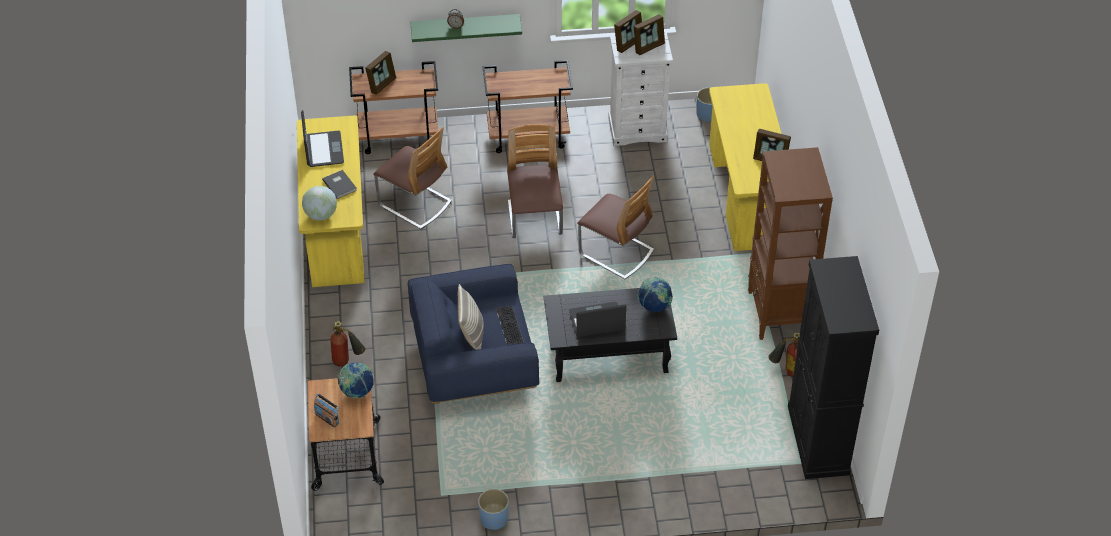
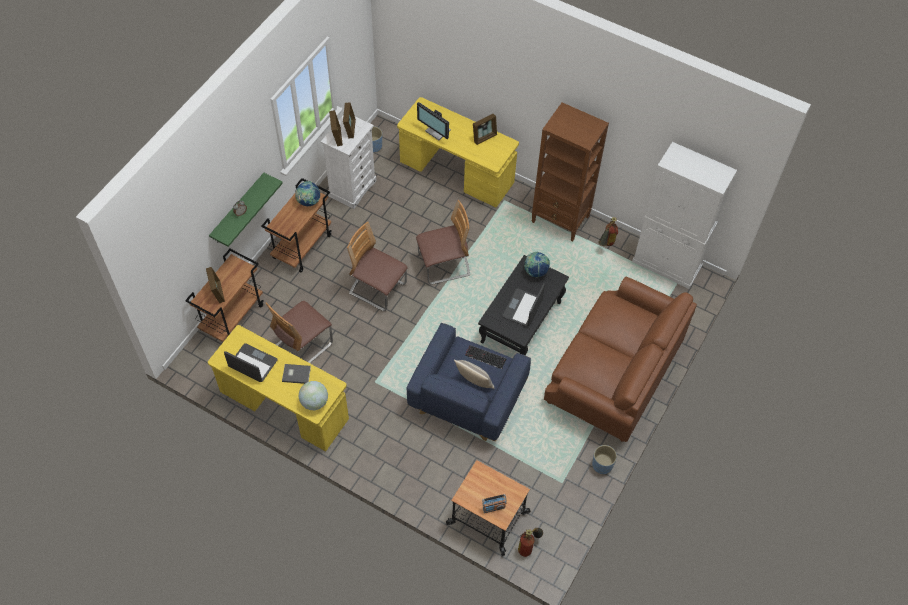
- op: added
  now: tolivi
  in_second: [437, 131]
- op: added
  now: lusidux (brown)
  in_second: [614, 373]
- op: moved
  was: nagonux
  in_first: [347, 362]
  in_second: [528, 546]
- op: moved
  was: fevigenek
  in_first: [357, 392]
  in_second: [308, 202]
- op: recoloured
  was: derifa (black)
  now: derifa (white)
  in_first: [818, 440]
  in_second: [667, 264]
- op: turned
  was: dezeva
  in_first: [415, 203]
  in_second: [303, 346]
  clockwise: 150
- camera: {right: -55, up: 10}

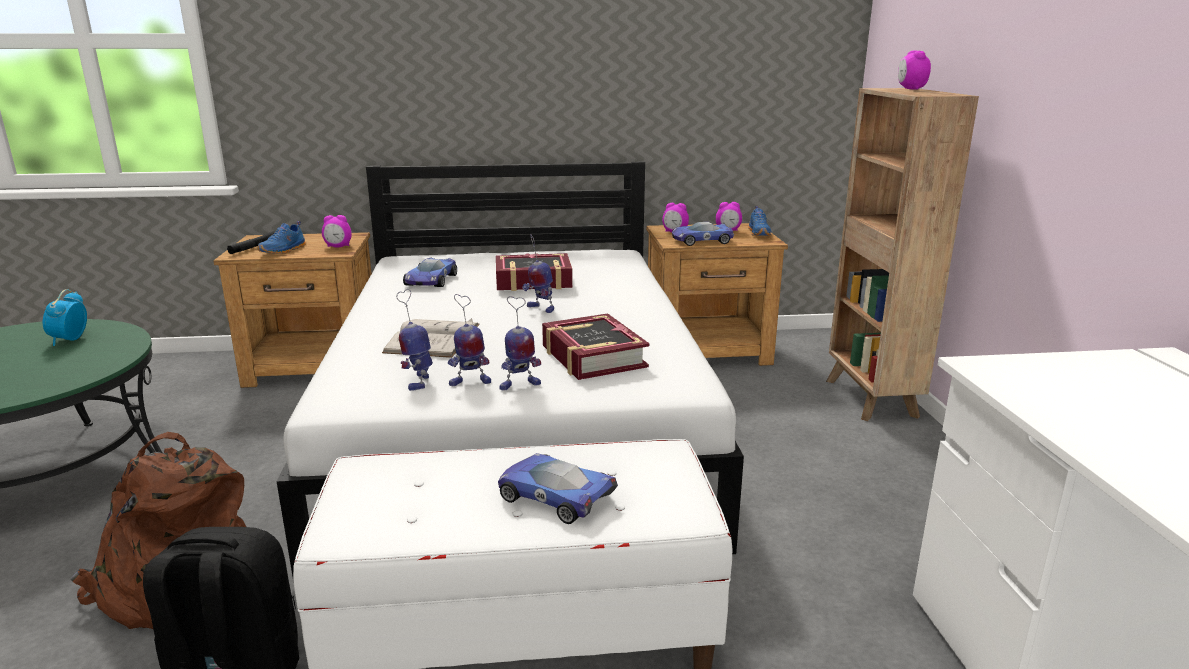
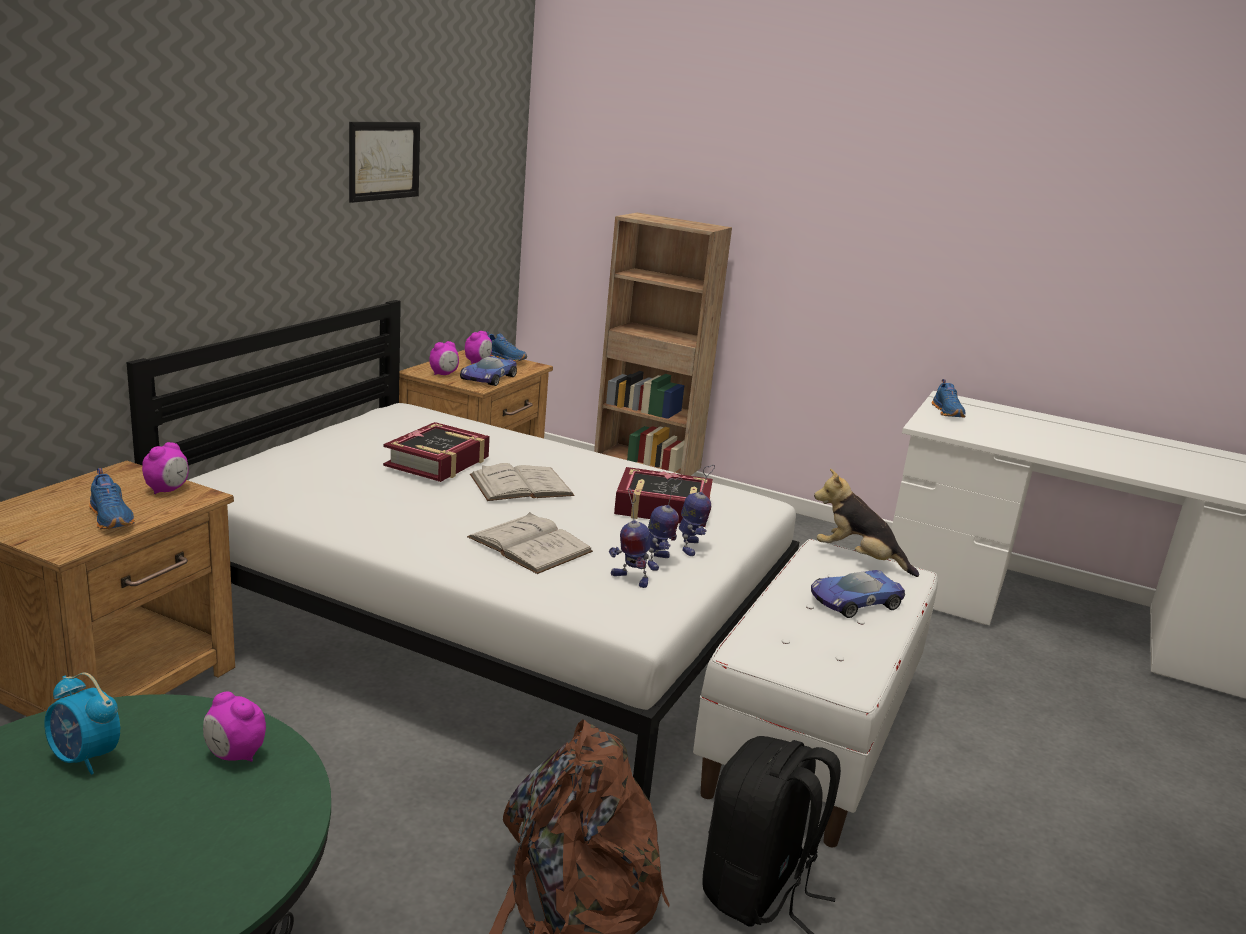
- op: removed
  was: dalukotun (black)
  in_first: [254, 248]
- op: removed
  was: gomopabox
  in_first: [430, 280]
- op: added
  now: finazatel
  in_second: [384, 160]
- op: added
  now: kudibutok
  in_second: [858, 559]
- op: added
  now: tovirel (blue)
  in_second: [948, 412]
- op: moved
  was: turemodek
  in_first: [910, 89]
  in_second: [234, 755]
- op: replaced
  was: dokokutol
  now: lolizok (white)
  in_first: [540, 308]
  in_second: [521, 485]
- camera: {right: -60, up: 0}

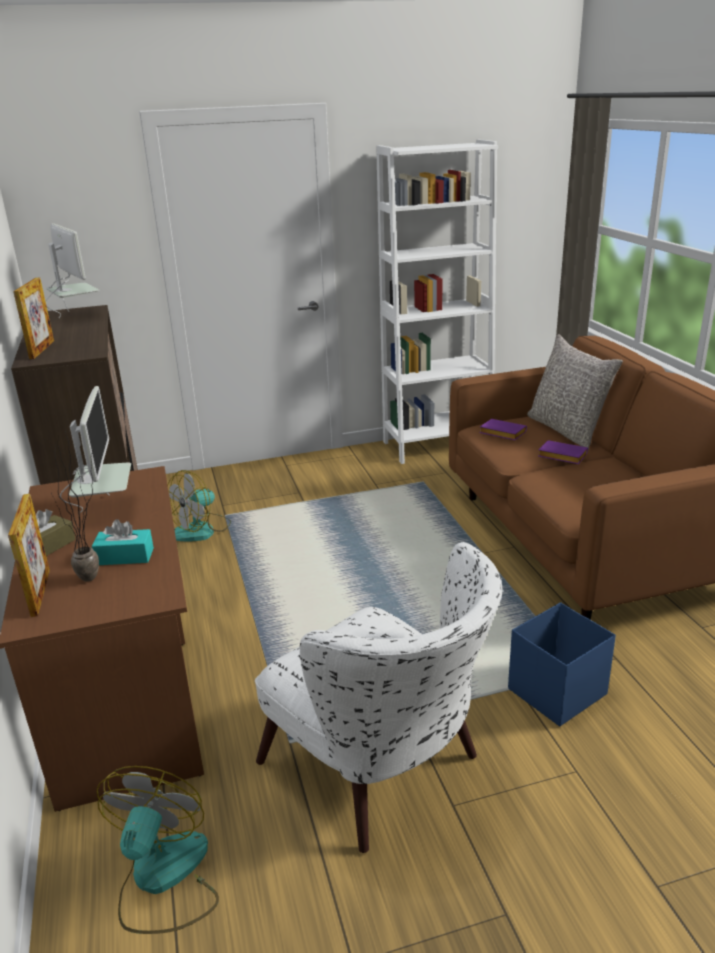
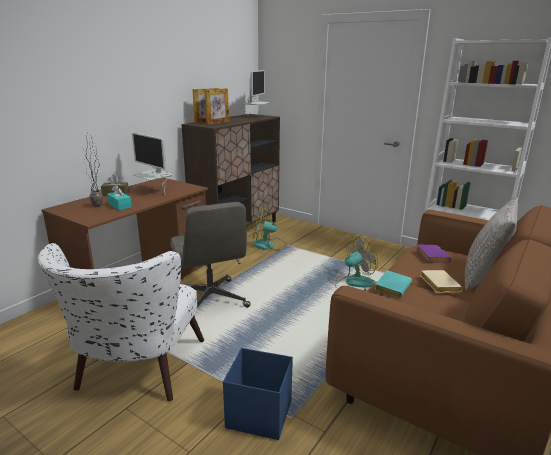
- op: added
  now: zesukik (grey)
  in_second: [211, 299]
- op: added
  now: lolizok (turquoise)
  in_second: [392, 286]
- op: moved
  was: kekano
  in_first: [40, 592]
  in_second: [217, 122]
- op: moved
  was: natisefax
  in_first: [163, 879]
  in_second: [354, 284]
- op: recoloured
  was: lolizok (purple)
  now: lolizok (beige)
  in_first: [560, 456]
  in_second: [438, 284]
- op: turned
  was: tolivi
  in_first: [105, 510]
  in_second: [155, 191]
  clockwise: 90
- camera: {right: 50, up: -5}

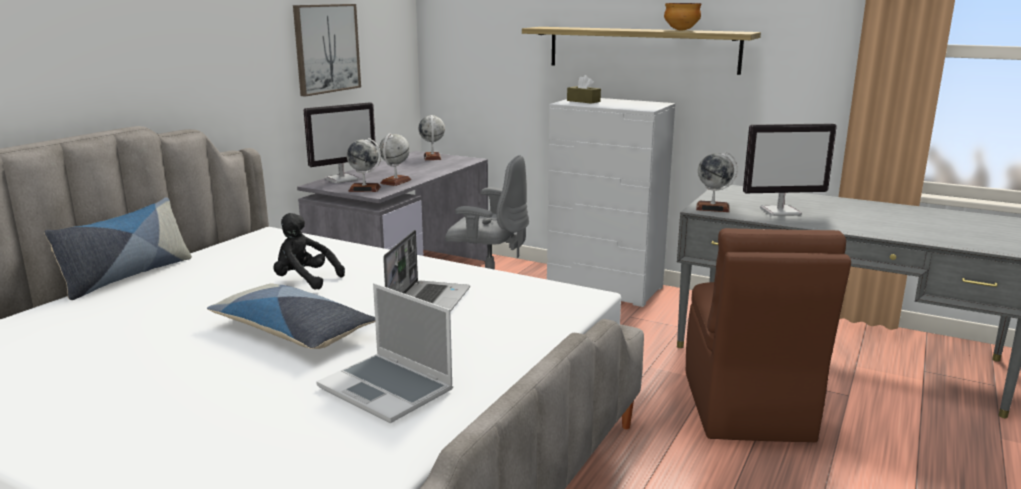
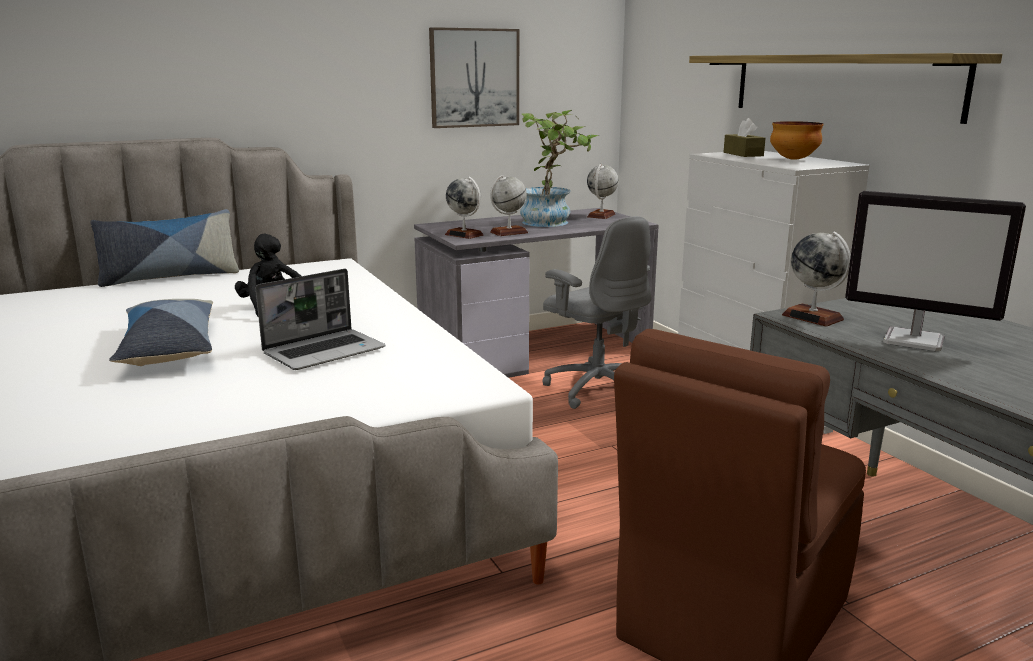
- op: removed
  was: tolivi
  in_first: [342, 179]
- op: removed
  was: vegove
  in_first: [388, 389]
- op: added
  now: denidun
  in_second: [552, 222]
- op: moved
  was: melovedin
  in_first: [681, 30]
  in_second: [793, 159]
- camera: {right: 35, up: 0}

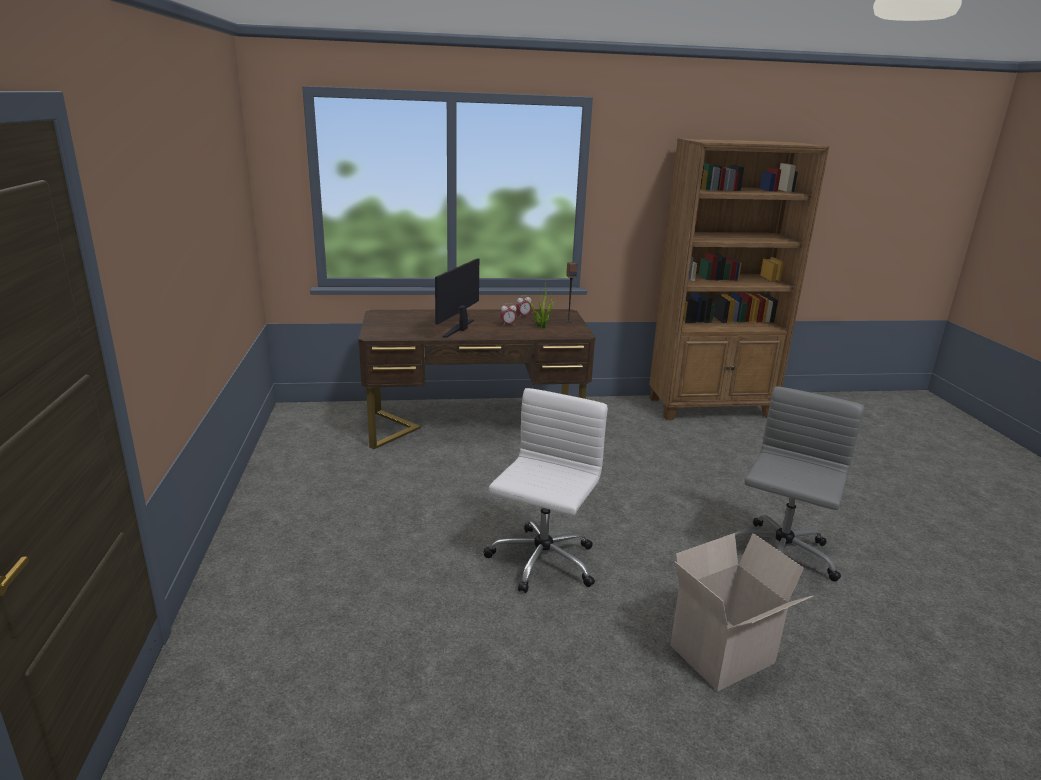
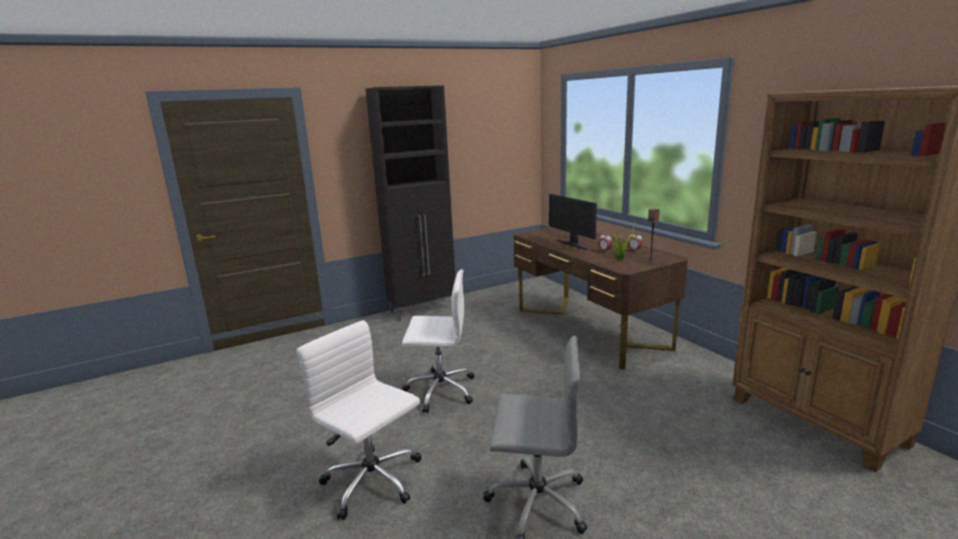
- op: added
  now: derifa (black)
  in_second: [423, 309]
- op: replaced
  was: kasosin
  now: zesukik (white)
  in_first: [723, 657]
  in_second: [373, 482]
- op: turned
  was: tolivi
  in_first: [460, 329]
  in_second: [572, 244]
  clockwise: -120
- camera: {right: 70, up: -5}

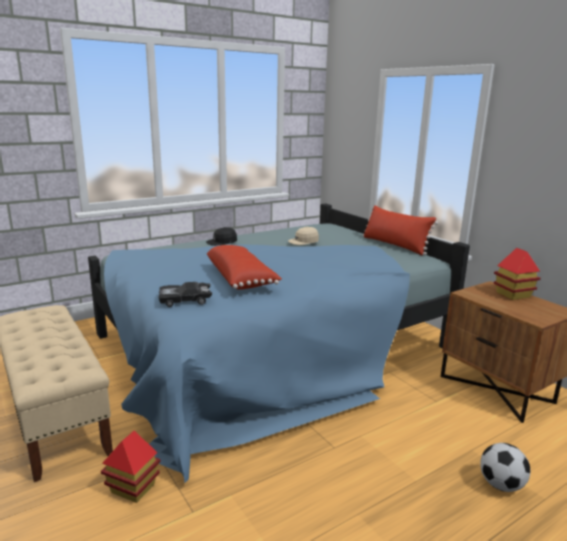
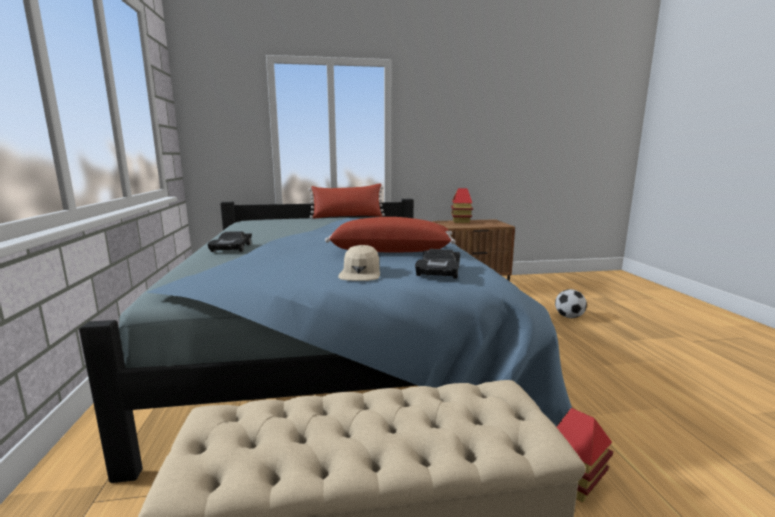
- op: moved
  was: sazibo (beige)
  in_first: [303, 241]
  in_second: [360, 273]
- op: replaced
  was: sazibo (black)
  now: gomopabox (black)
  in_first: [222, 242]
  in_second: [232, 248]
- camera: {right: -65, up: -5}

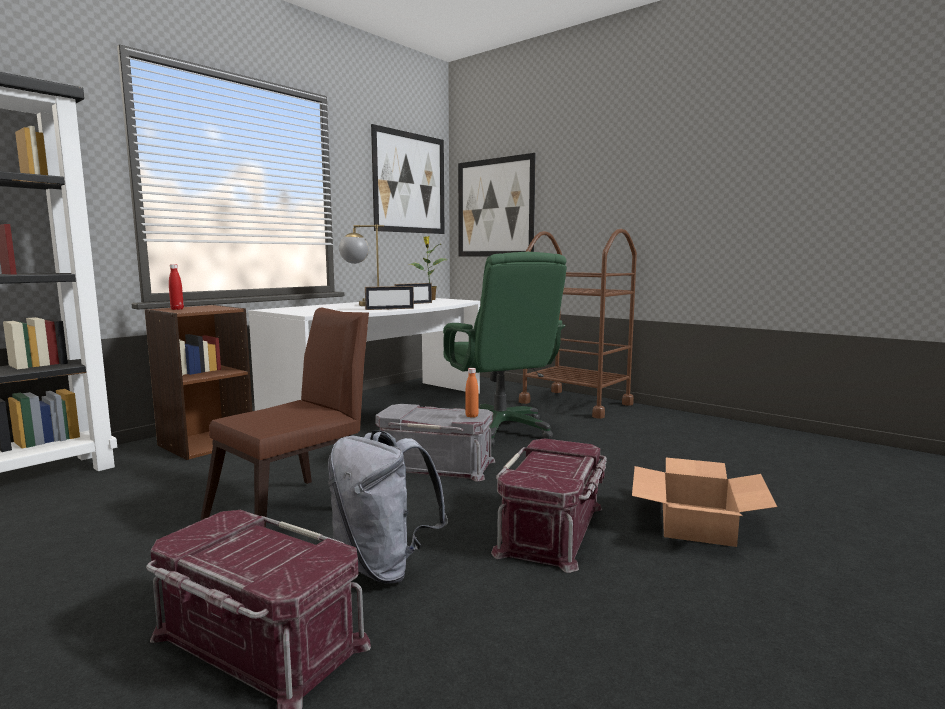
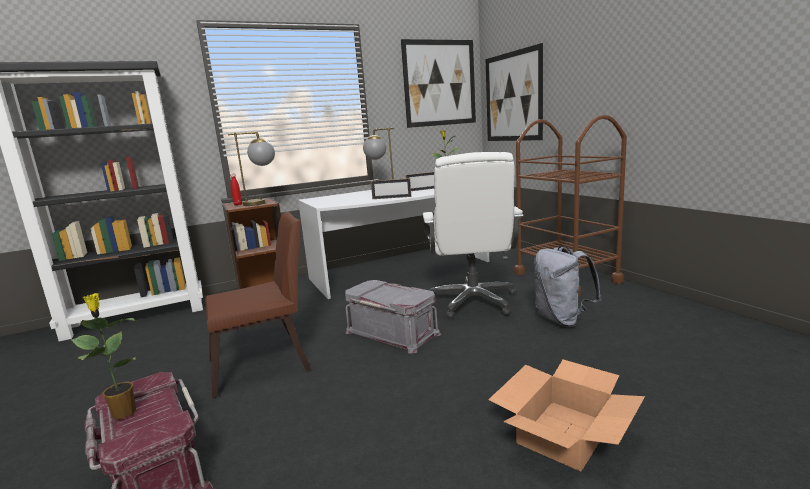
- op: removed
  was: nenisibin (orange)
  in_first: [471, 416]
- op: removed
  was: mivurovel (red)
  in_first: [553, 529]
- op: added
  now: denidun
  in_second: [123, 412]
- op: added
  now: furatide
  in_second: [262, 203]
- op: moved
  was: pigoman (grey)
  in_first: [383, 566]
  in_second: [562, 320]
- op: recoloured
  was: zesukik (green)
  now: zesukik (white)
  in_first: [500, 430]
  in_second: [473, 302]
- camera: {right: 25, up: 5}

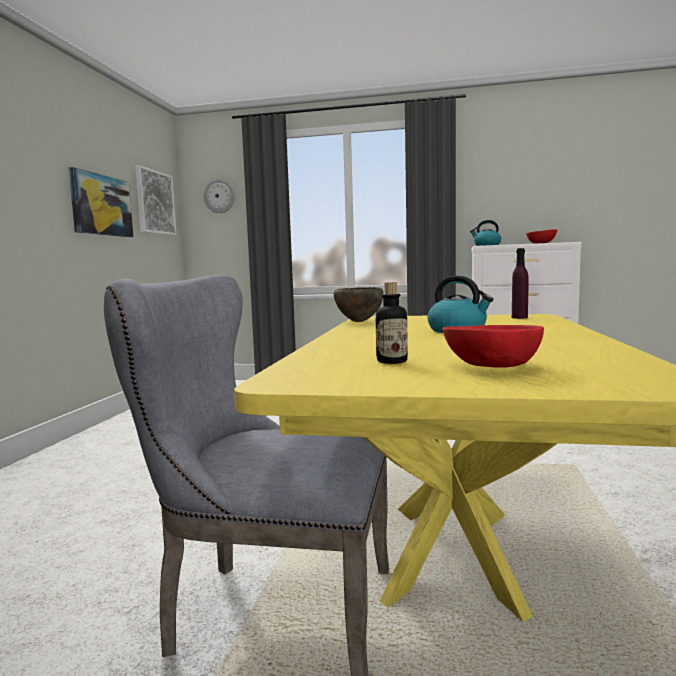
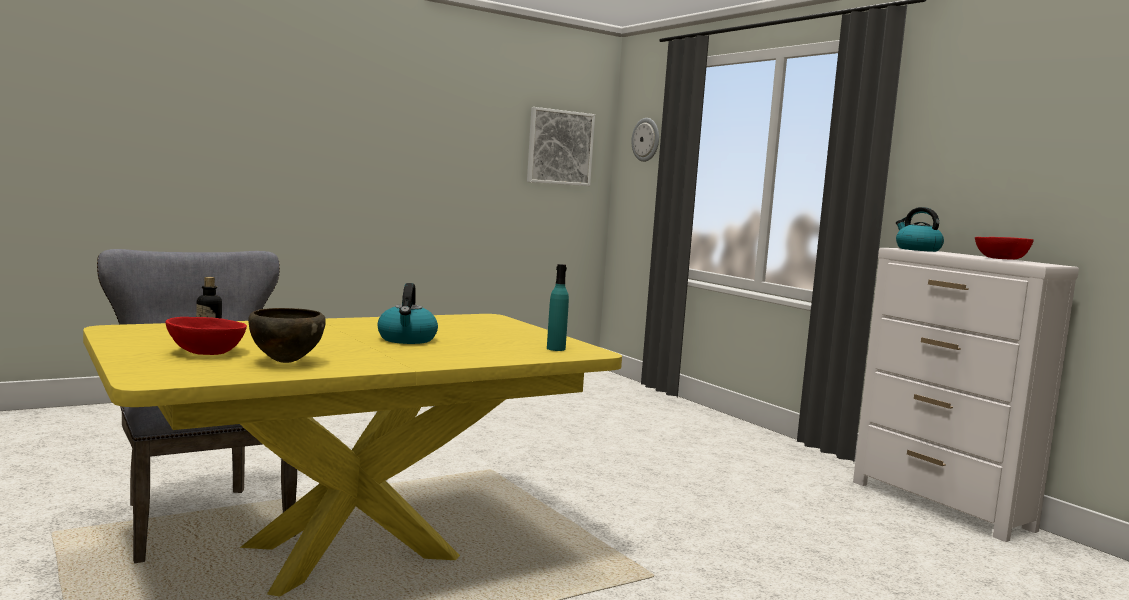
- op: removed
  was: finazatel
  in_first: [101, 205]
- op: moved
  was: melovedin (brown)
  in_first: [358, 322]
  in_second: [285, 362]
- op: recoloured
  was: nenisibin (purple)
  now: nenisibin (turquoise)
  in_first: [519, 317]
  in_second: [556, 349]
- camera: {right: 45, up: 0}

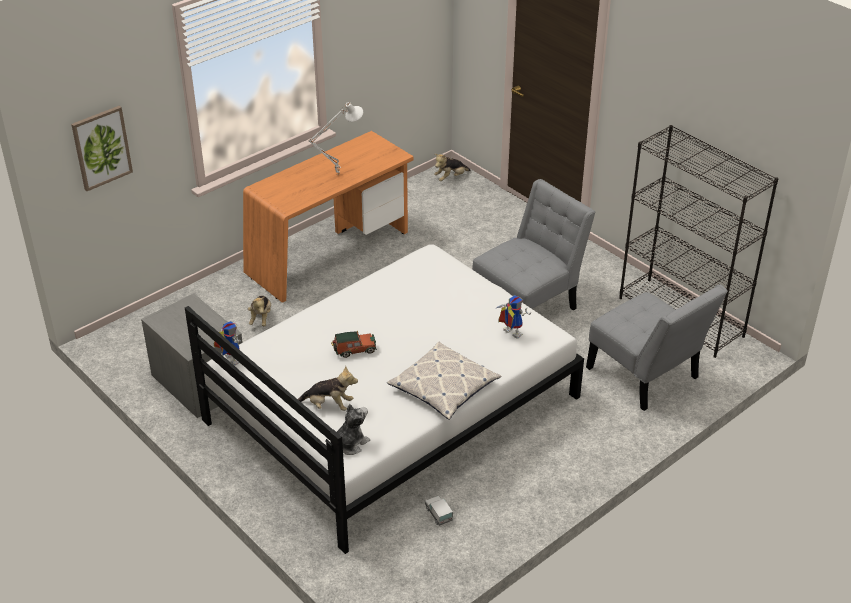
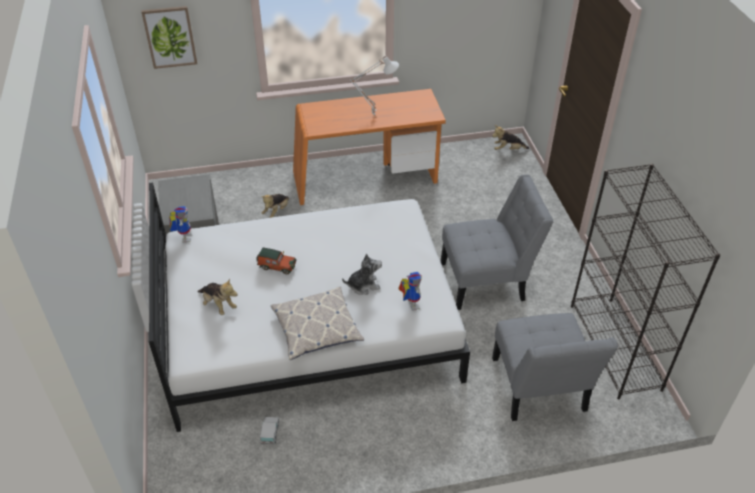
- op: moved
  was: kudibutok
  in_first: [349, 444]
  in_second: [363, 285]
- camera: {right: 30, up: 5}

